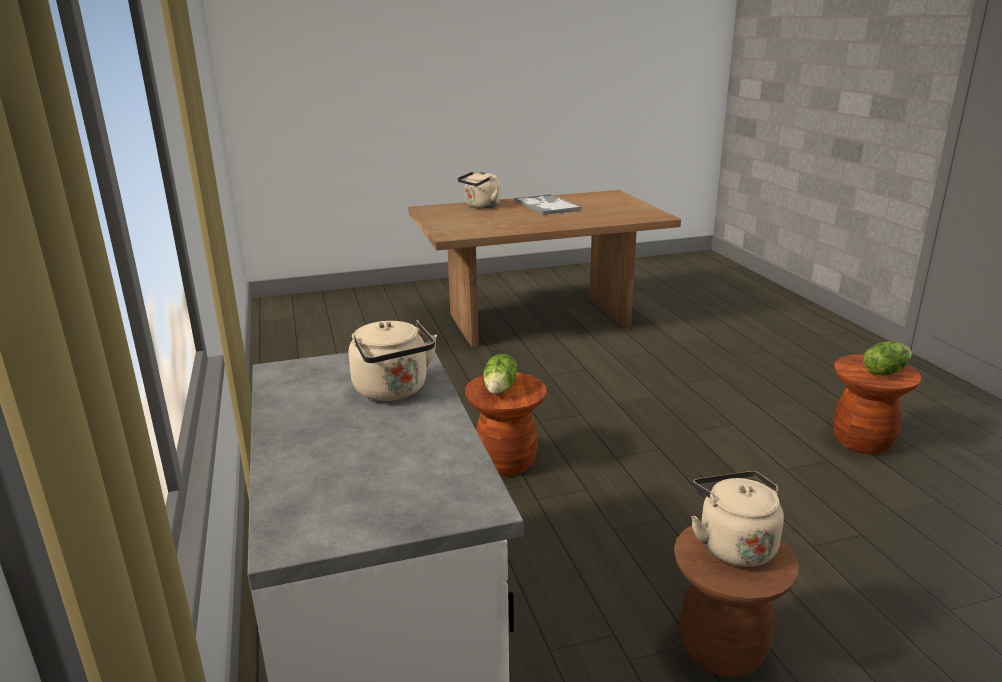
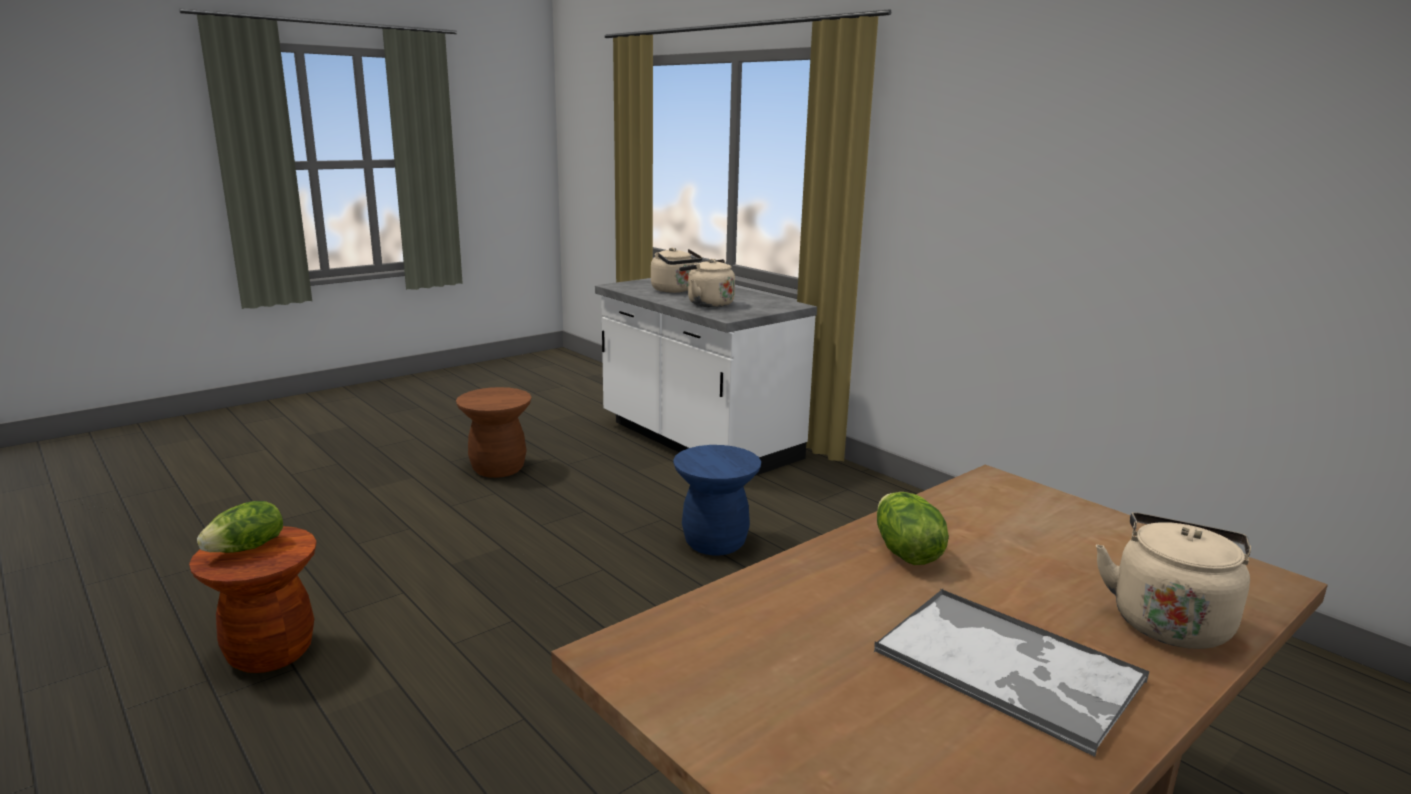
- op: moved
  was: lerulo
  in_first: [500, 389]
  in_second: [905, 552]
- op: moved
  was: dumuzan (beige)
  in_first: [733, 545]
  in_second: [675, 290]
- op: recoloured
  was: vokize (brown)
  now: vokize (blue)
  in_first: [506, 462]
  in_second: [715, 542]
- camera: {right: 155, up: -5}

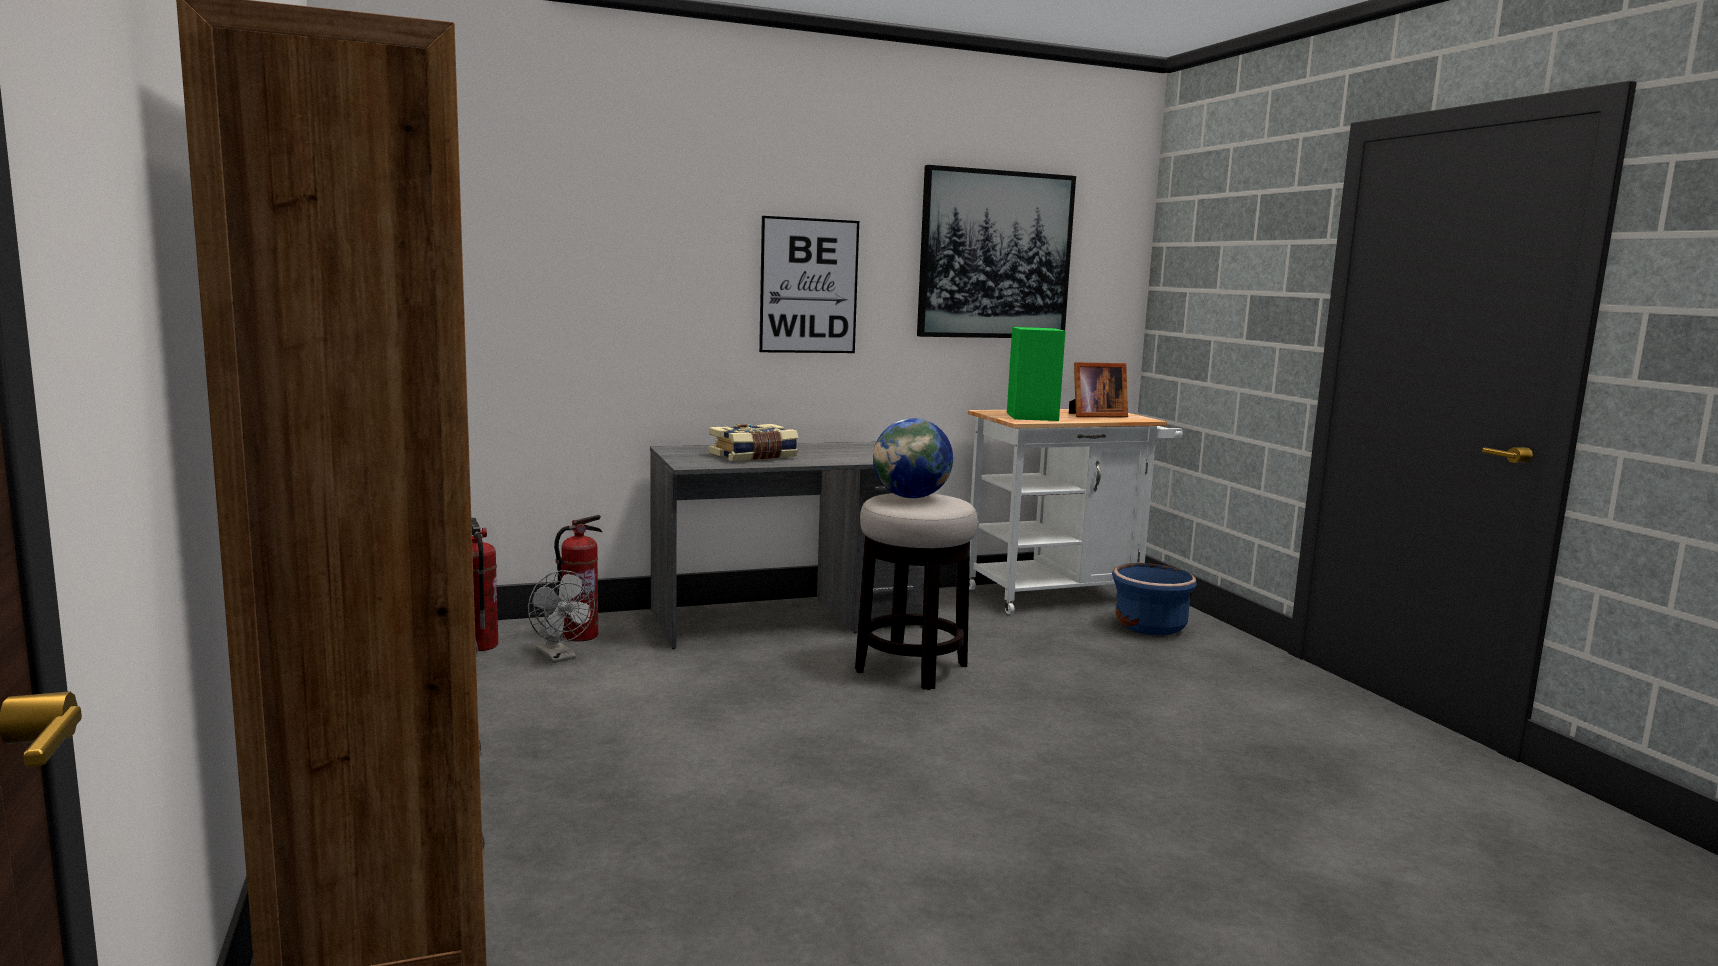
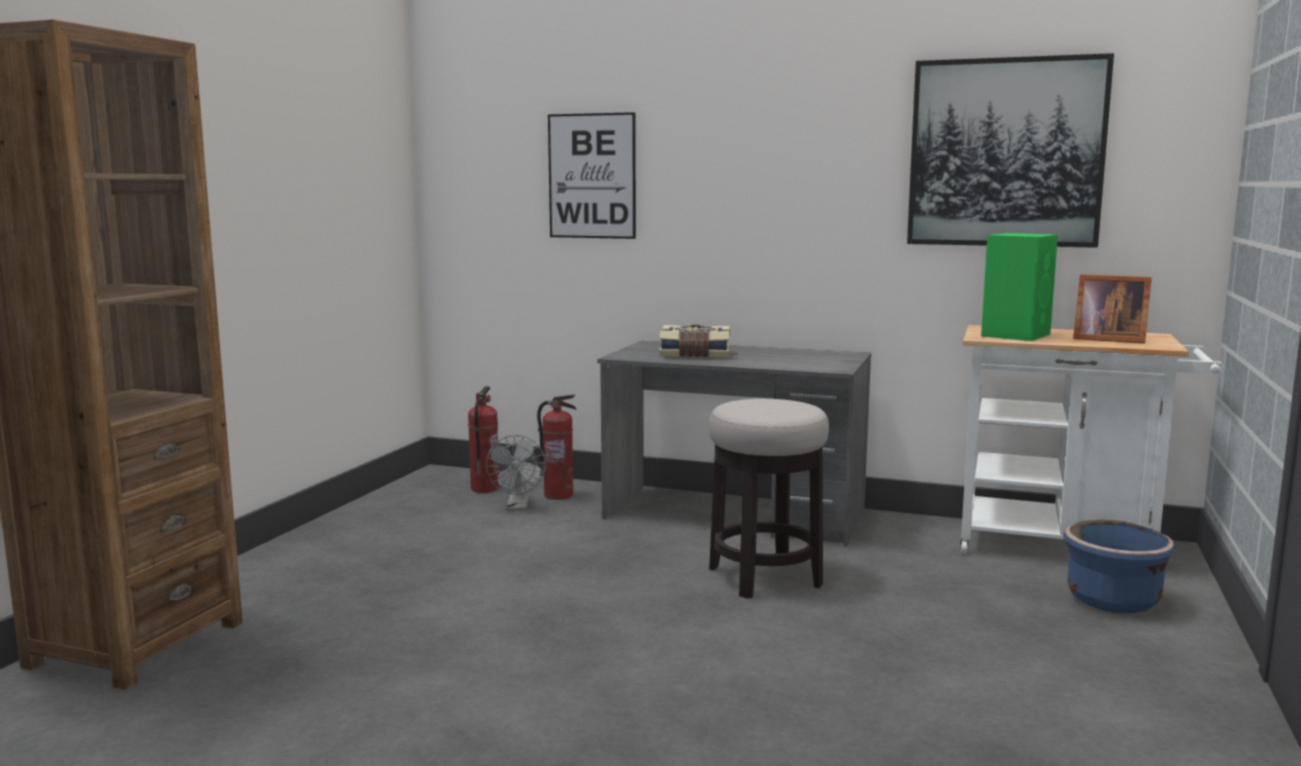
- op: removed
  was: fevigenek
  in_first: [911, 497]
- op: moved
  was: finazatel
  in_first: [809, 286]
  in_second: [592, 176]
- camera: {right: 40, up: 0}

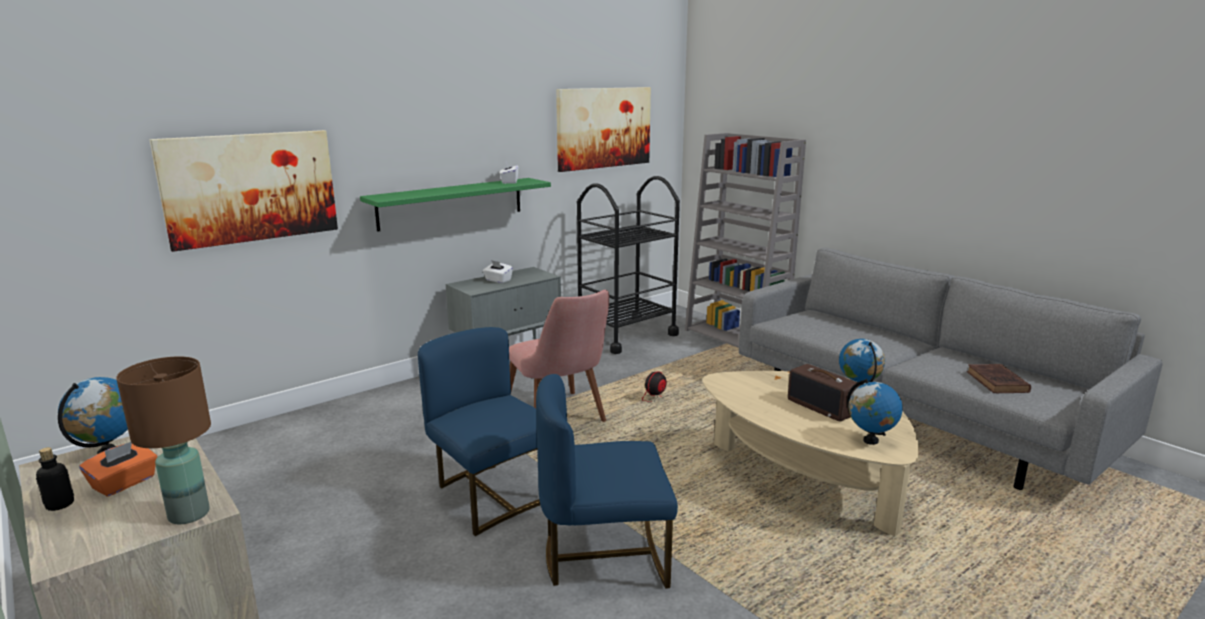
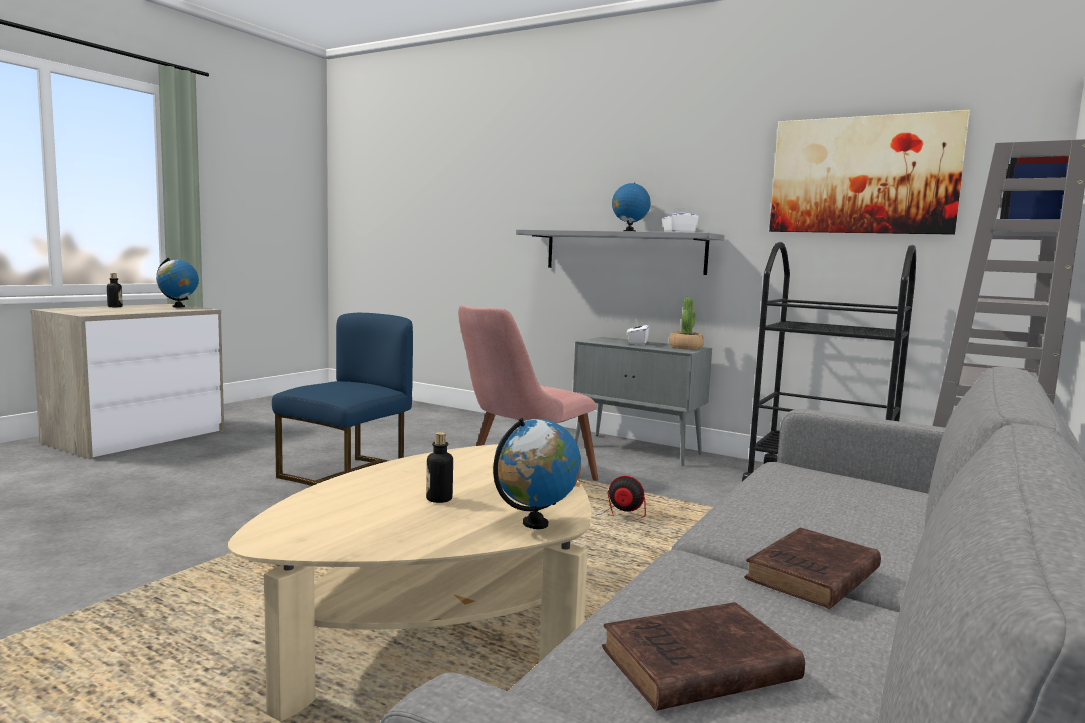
- op: removed
  was: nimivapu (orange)
  in_first: [124, 483]
- op: removed
  was: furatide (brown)
  in_first: [190, 514]
- op: removed
  was: finazatel
  in_first: [250, 187]
- op: removed
  was: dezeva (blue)
  in_first: [604, 555]
- op: added
  now: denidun
  in_second: [685, 347]
- op: added
  now: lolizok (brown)
  in_second: [811, 576]
- op: moved
  was: fevigenek
  in_first: [870, 440]
  in_second: [629, 231]
- op: replaced
  was: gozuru
  now: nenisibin
  in_first: [822, 407]
  in_second: [439, 499]
- op: recoloured
  was: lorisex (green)
  now: lorisex (grey)
  in_first: [451, 203]
  in_second: [624, 252]
- camera: {right: 70, up: -10}

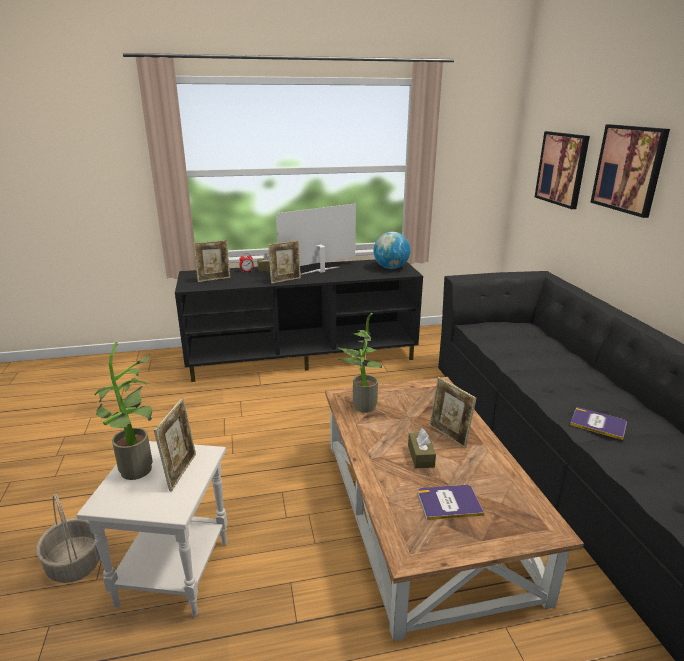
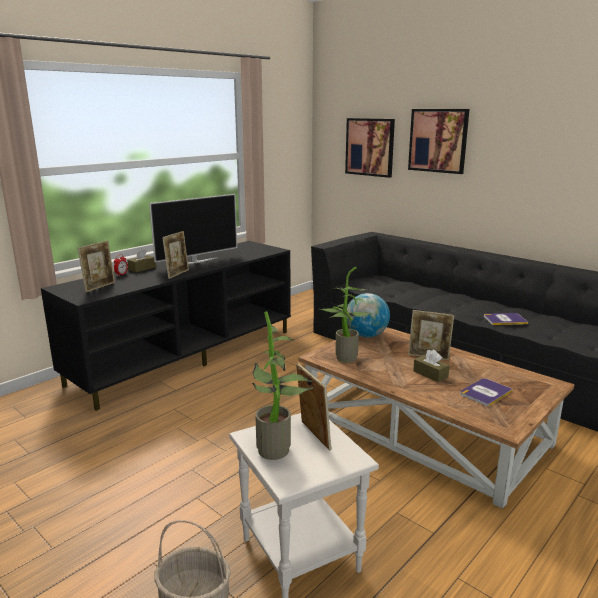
- op: moved
  was: fevigenek
  in_first: [391, 268]
  in_second: [366, 335]
- op: turned
  was: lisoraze
  in_first: [320, 271]
  in_second: [196, 261]
  clockwise: -150
- camera: {right: -35, up: -5}

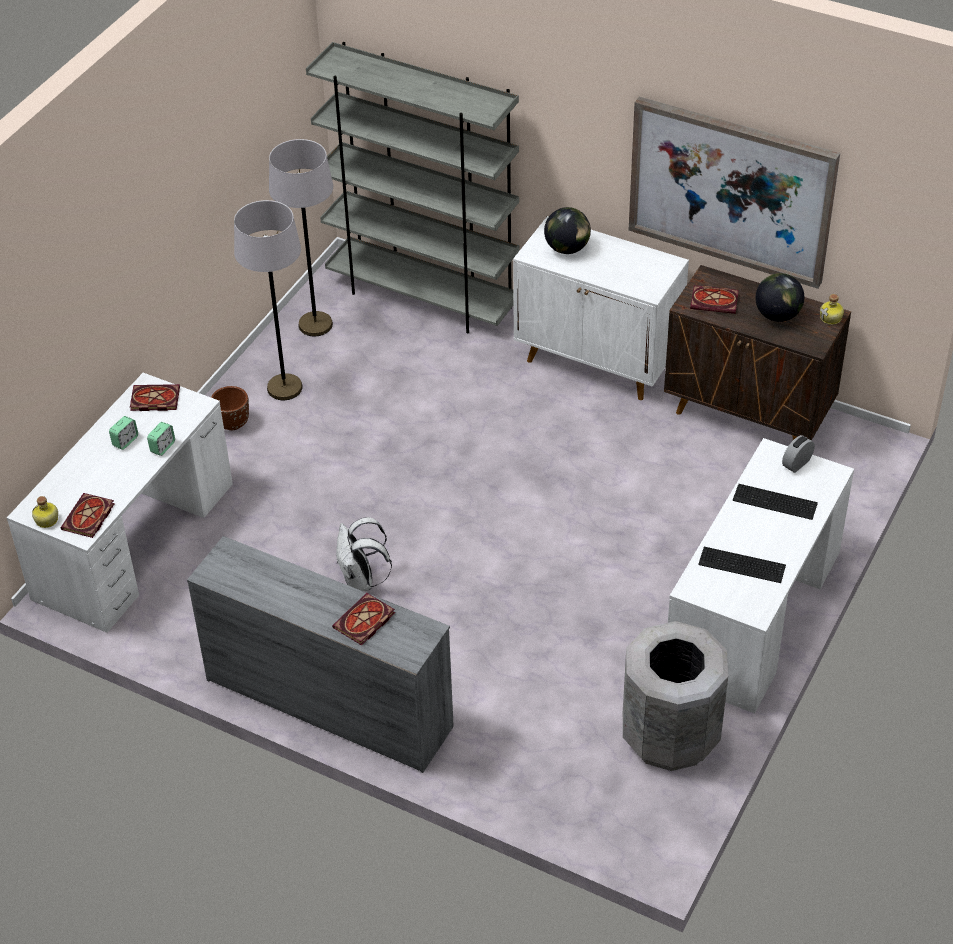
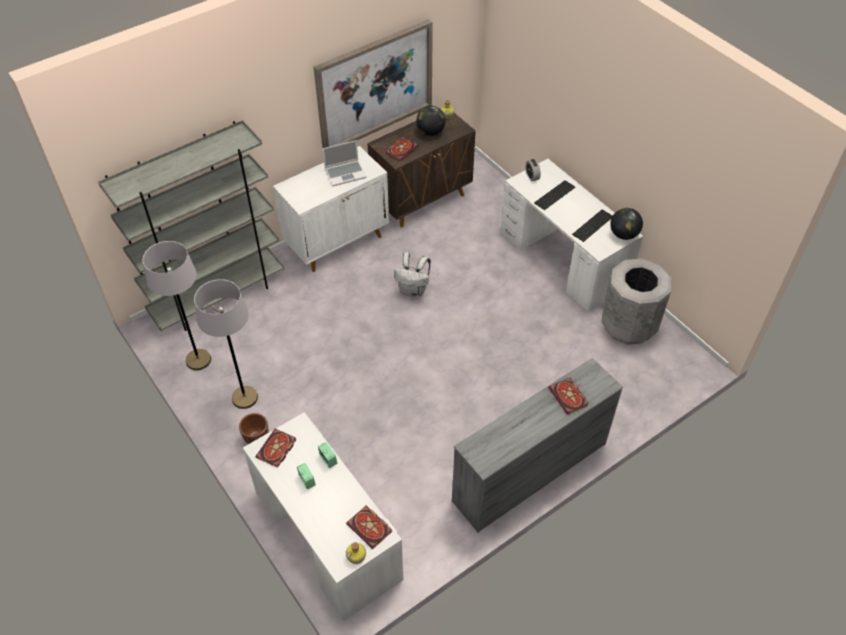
- op: added
  now: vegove
  in_second: [345, 173]
- op: moved
  was: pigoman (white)
  in_first: [361, 581]
  in_second: [413, 290]
- op: moved
  was: fevigenek
  in_first: [567, 248]
  in_second: [623, 234]
- camera: {right: -65, up: 5}

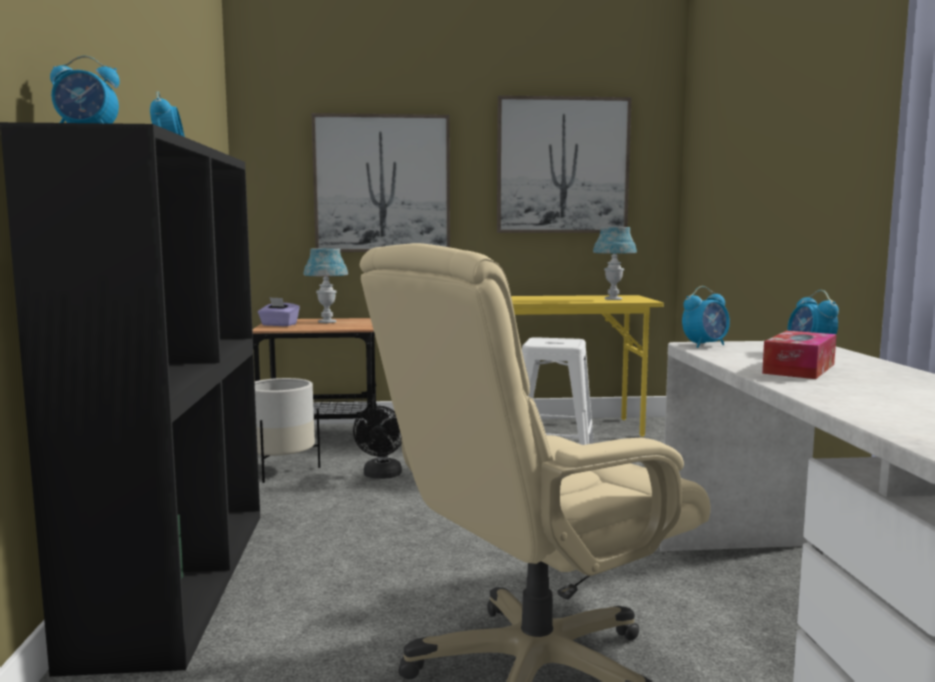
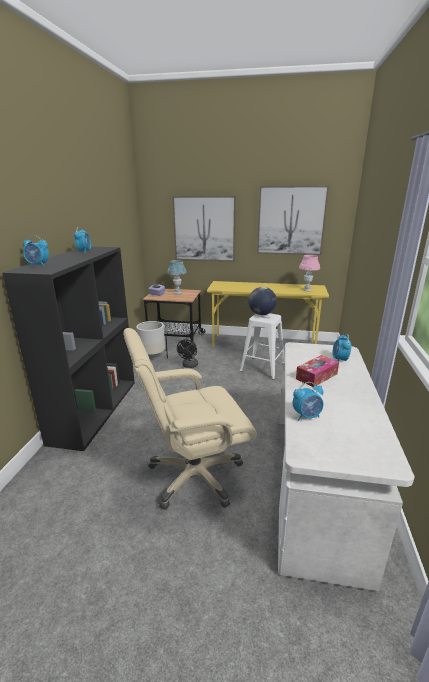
- op: added
  now: fevigenek
  in_second: [261, 314]
- op: moved
  was: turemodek
  in_first: [705, 345]
  in_second: [307, 416]
- op: recoloured
  was: furatide (blue)
  now: furatide (pink)
  in_first: [613, 299]
  in_second: [307, 290]
- camera: {right: 15, up: 15}

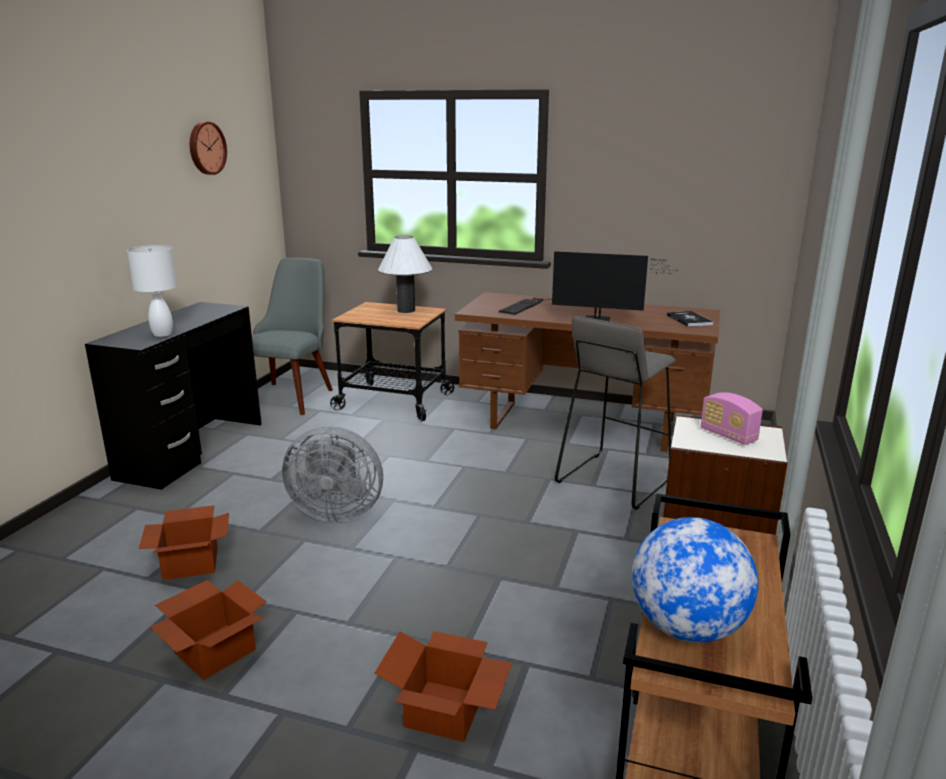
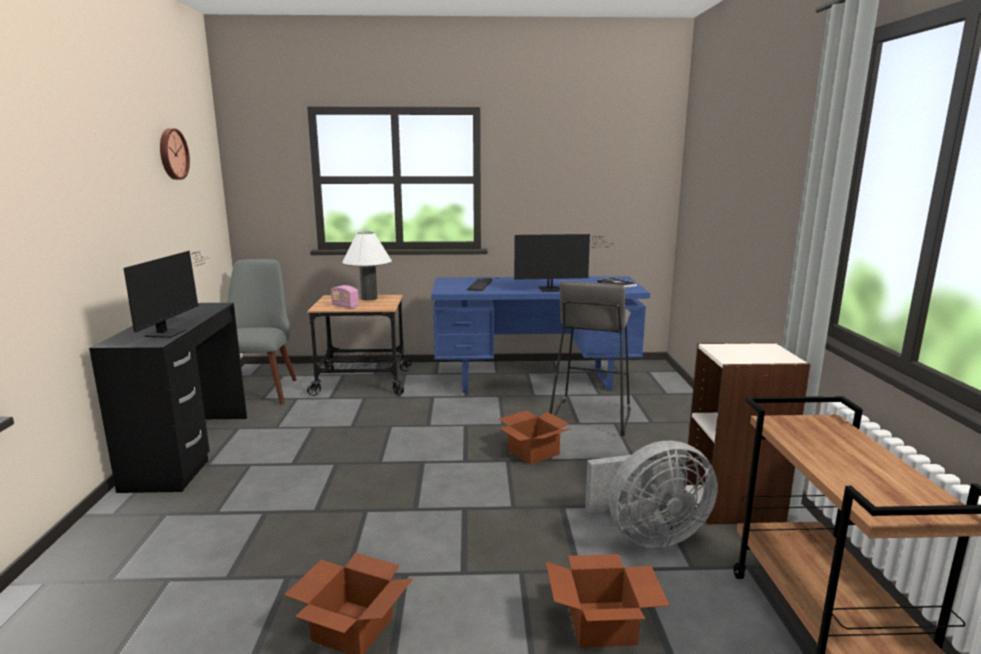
- op: removed
  was: fevigenek
  in_first: [687, 628]
- op: moved
  was: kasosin
  in_first: [192, 562]
  in_second: [533, 451]
- op: moved
  was: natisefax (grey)
  in_first: [336, 512]
  in_second: [648, 535]
- op: moved
  was: gozuru
  in_first: [728, 435]
  in_second: [345, 306]
- op: replaced
  was: furatide (white)
  now: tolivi
  in_first: [162, 334]
  in_second: [170, 331]
- op: recoloured
  was: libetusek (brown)
  now: libetusek (blue)
  in_first: [583, 425]
  in_second: [535, 380]
- camera: {right: -20, up: -5}

